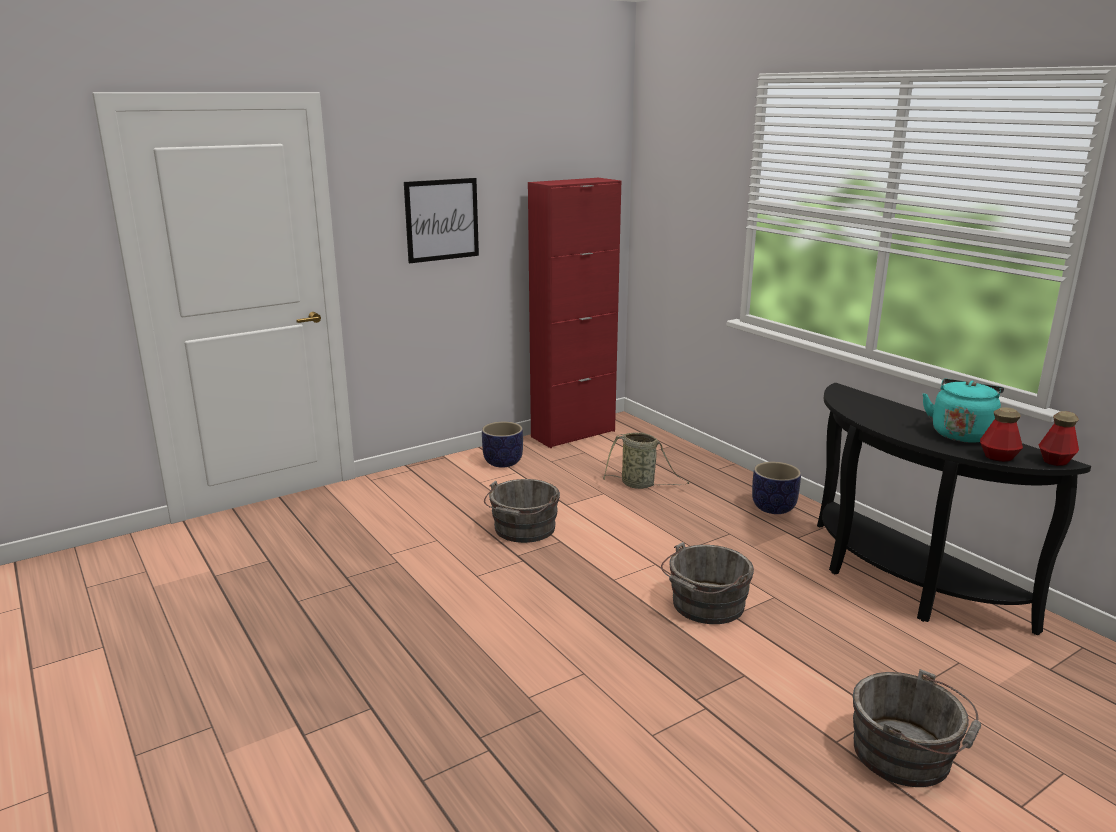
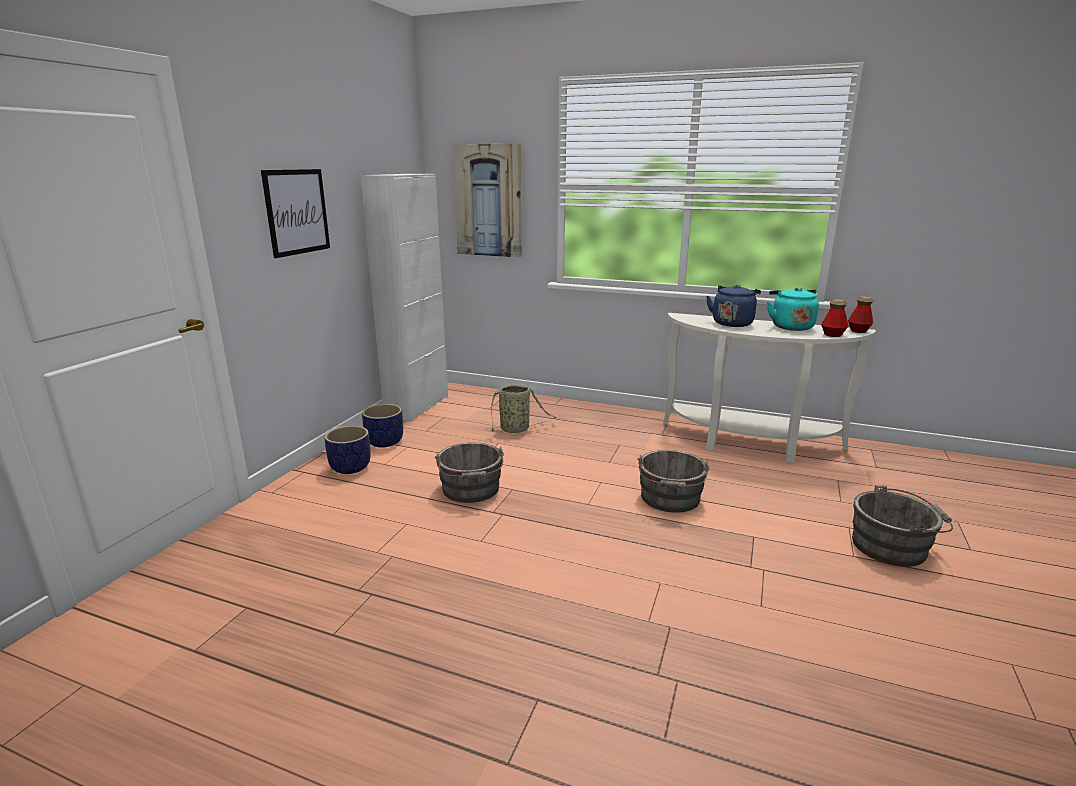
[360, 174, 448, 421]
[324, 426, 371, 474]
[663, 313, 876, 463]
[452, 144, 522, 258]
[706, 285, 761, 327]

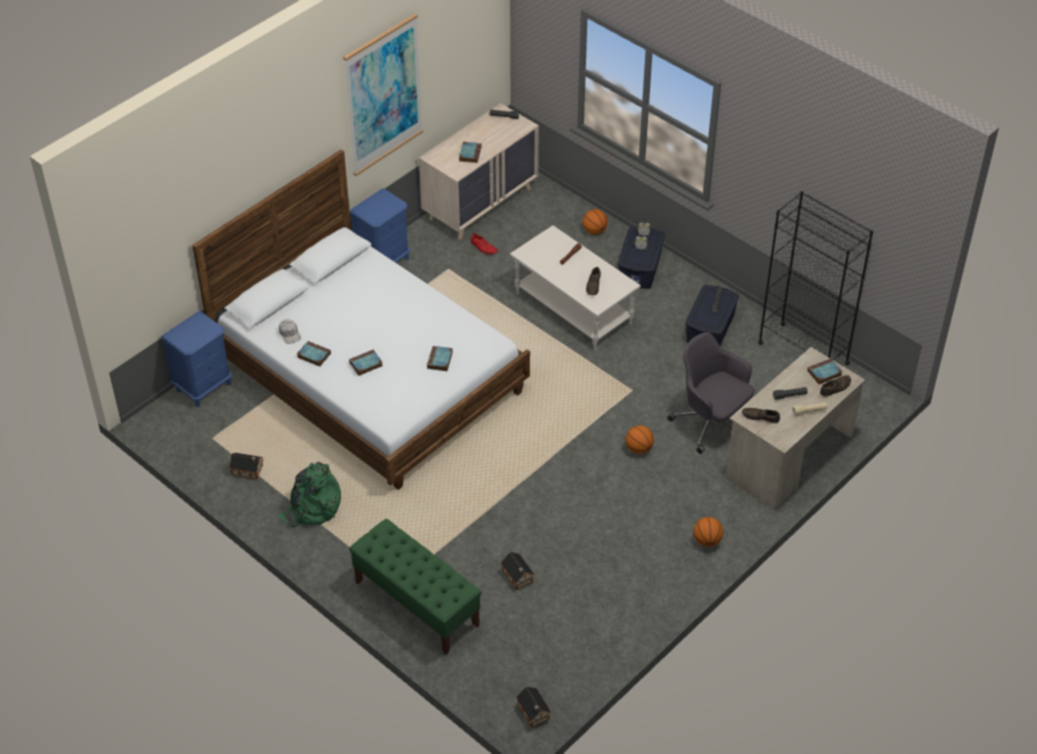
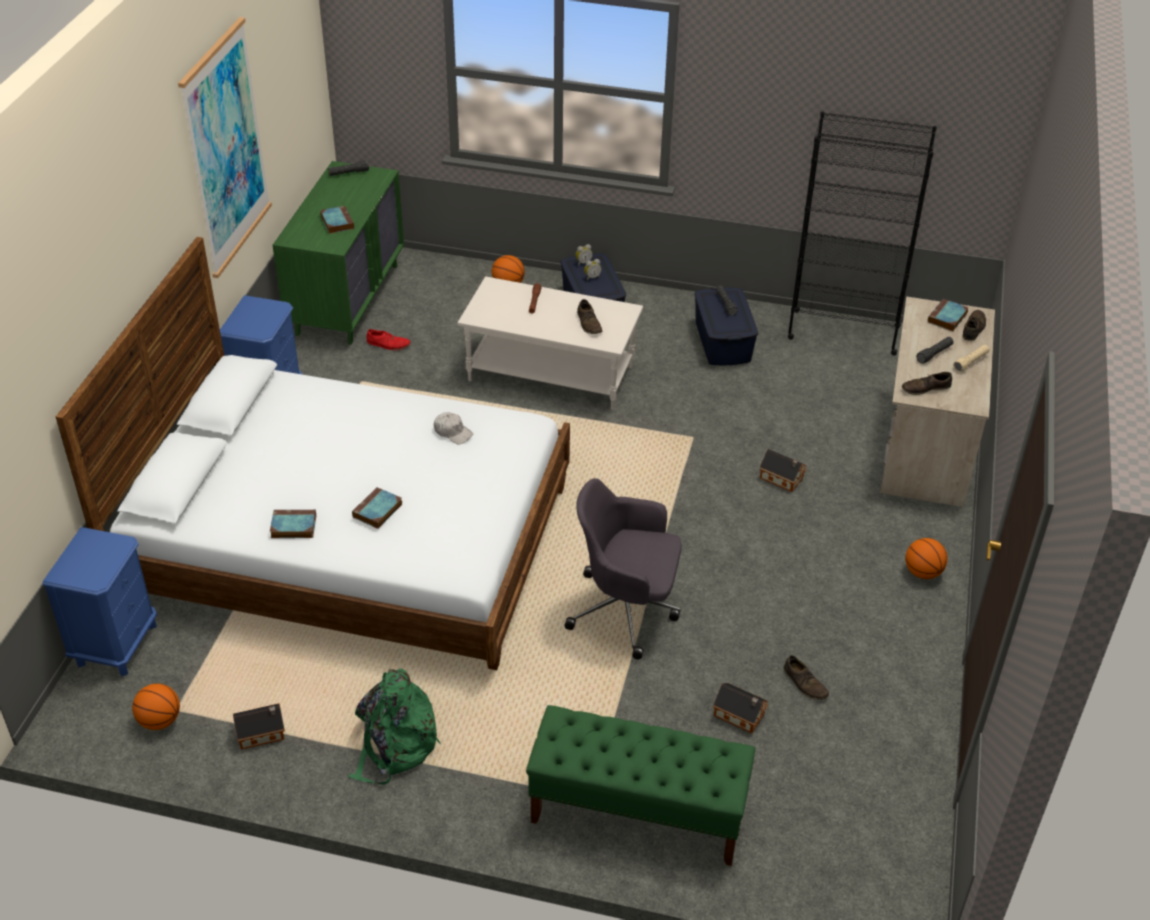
[434, 412, 473, 444]
[272, 161, 404, 345]
[427, 346, 453, 371] (first image)
[760, 449, 806, 492]
[132, 684, 180, 730]
[564, 478, 682, 659]
[783, 655, 829, 700]

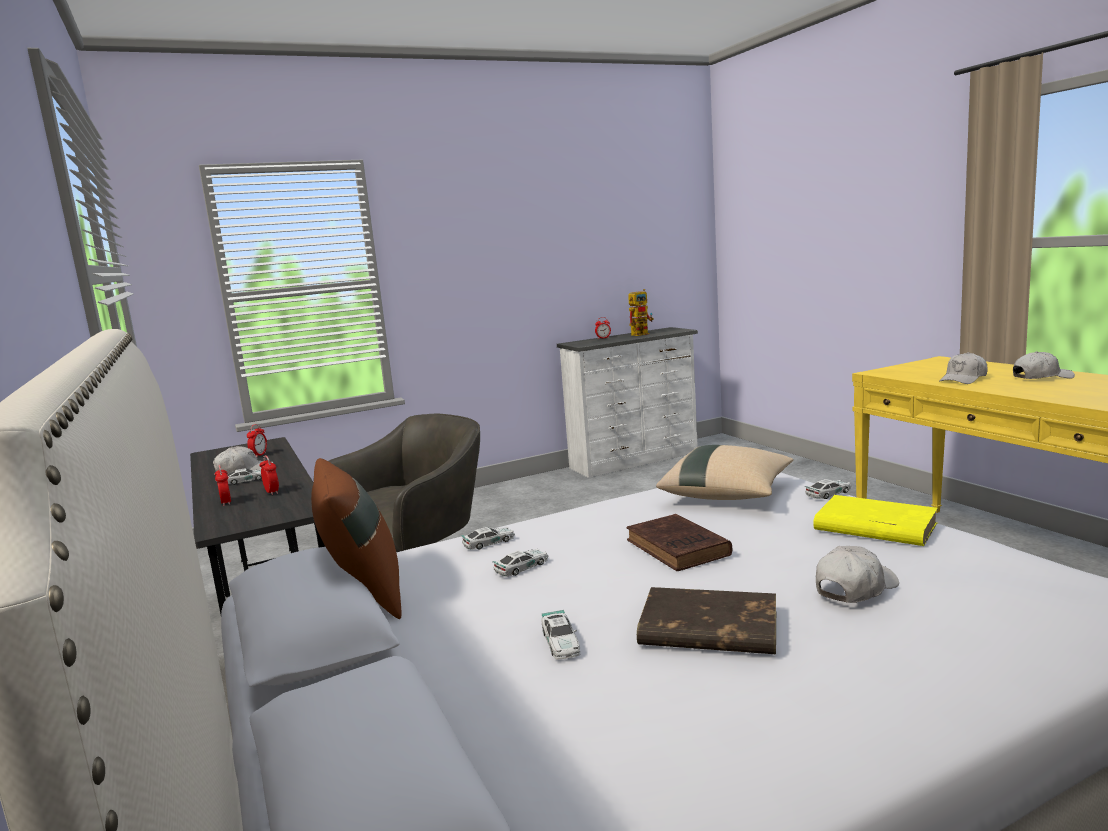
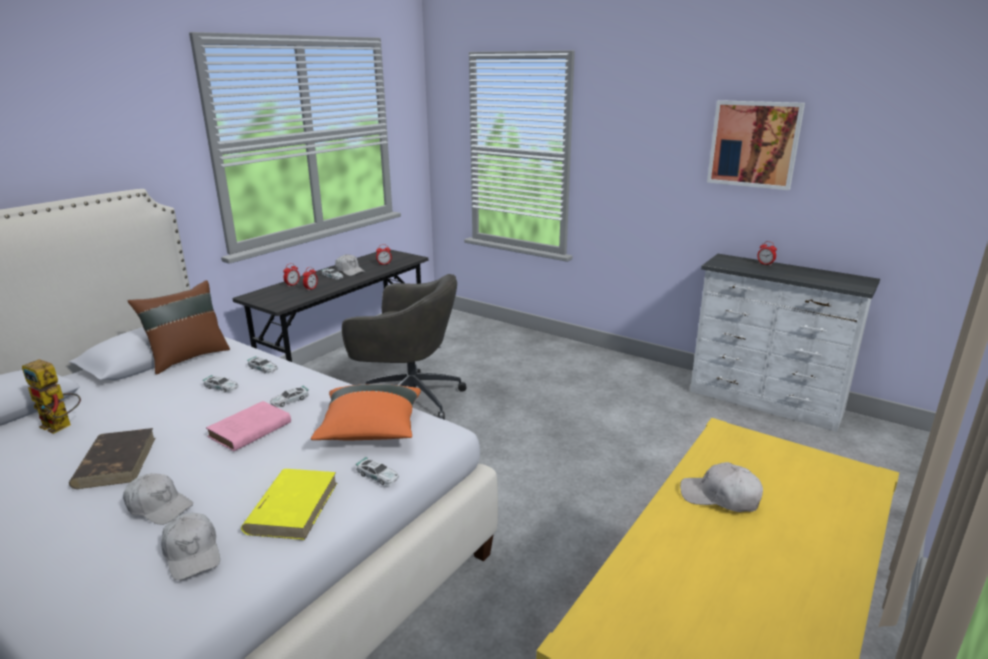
[270, 385, 309, 408]
[206, 401, 291, 451]
[22, 359, 81, 434]
[311, 385, 421, 441]
[161, 513, 220, 580]
[707, 100, 805, 190]

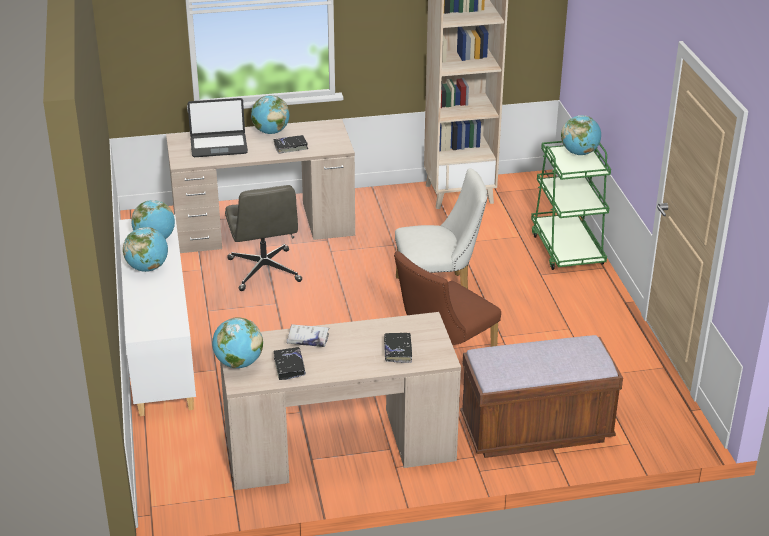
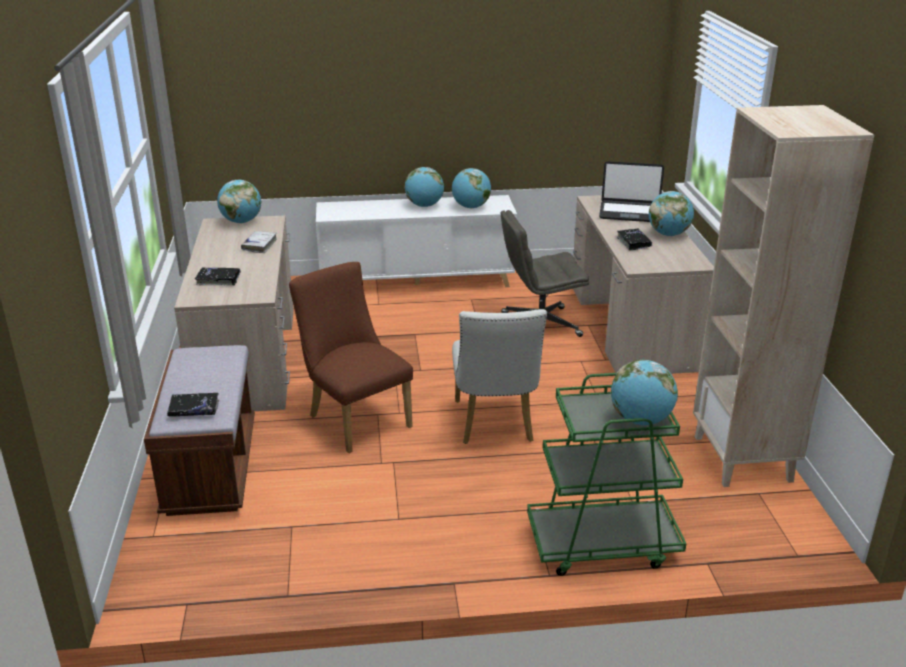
[599, 161, 664, 222]
[167, 393, 219, 416]

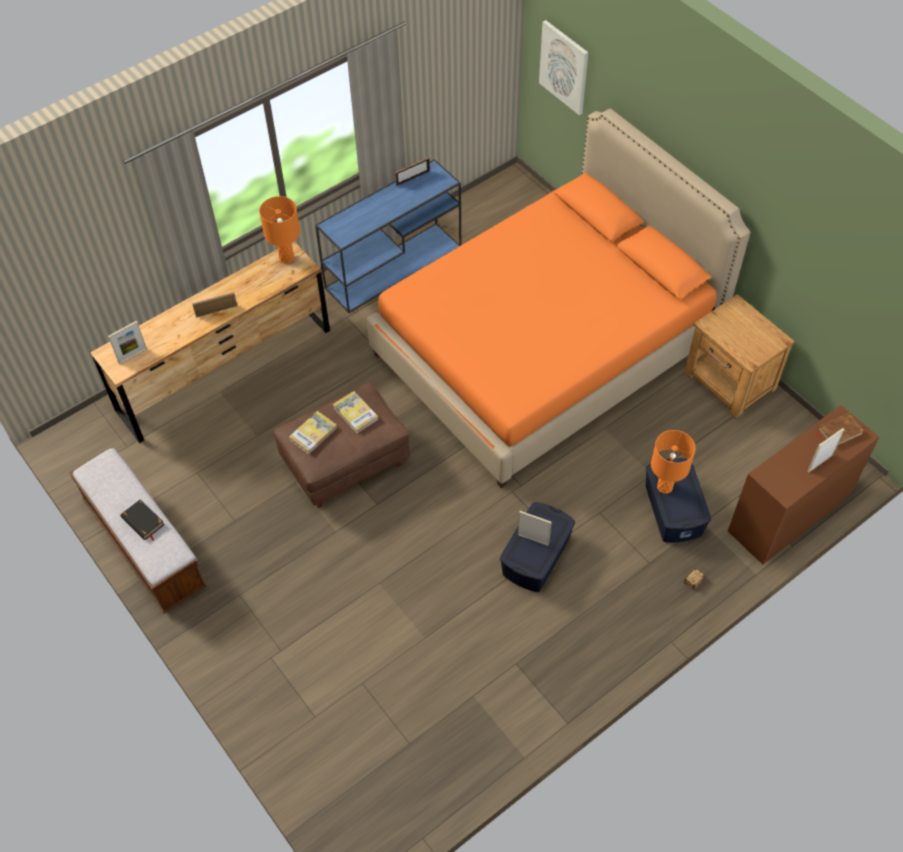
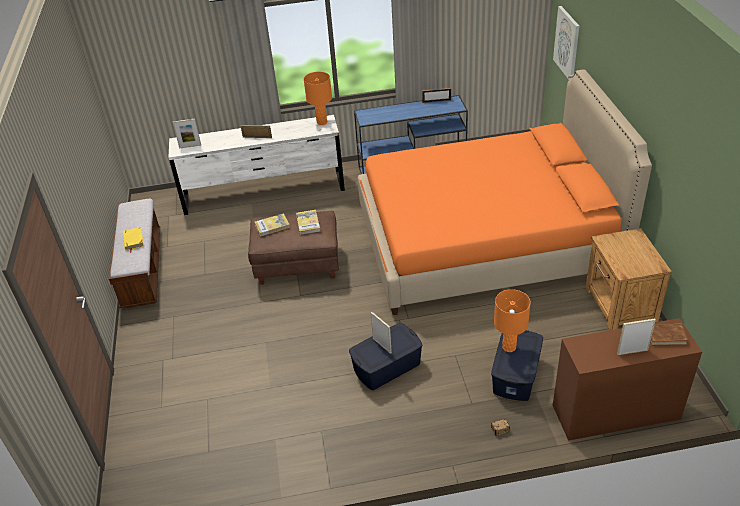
[169, 115, 345, 215]
[123, 227, 144, 253]

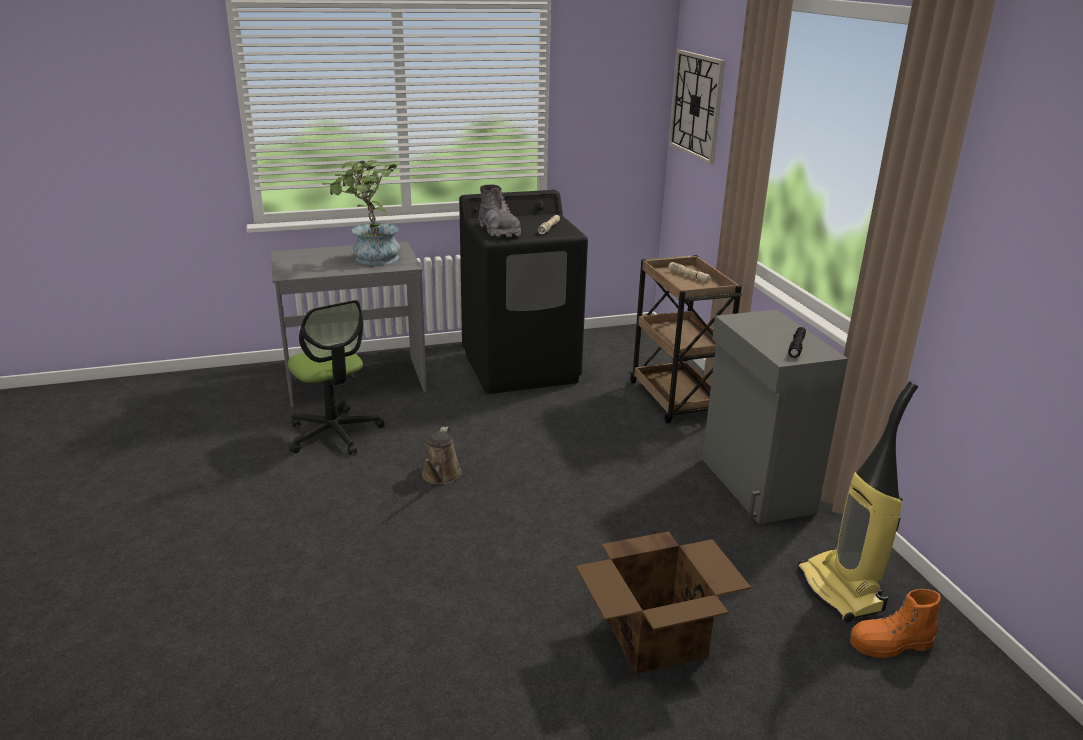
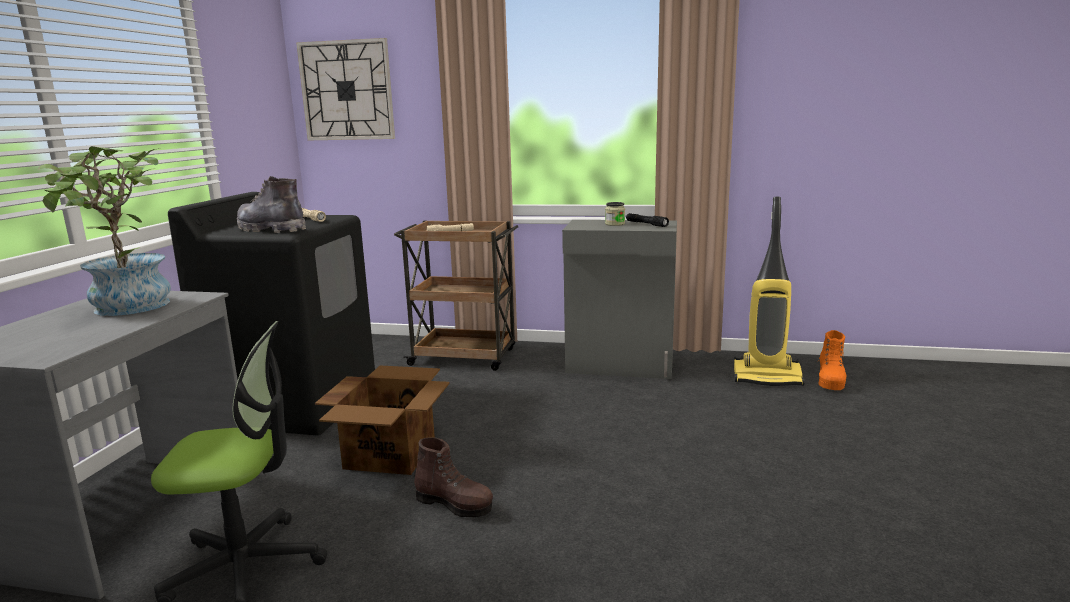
[414, 437, 493, 517]
[237, 176, 306, 233]
[315, 365, 450, 475]
[605, 202, 625, 226]

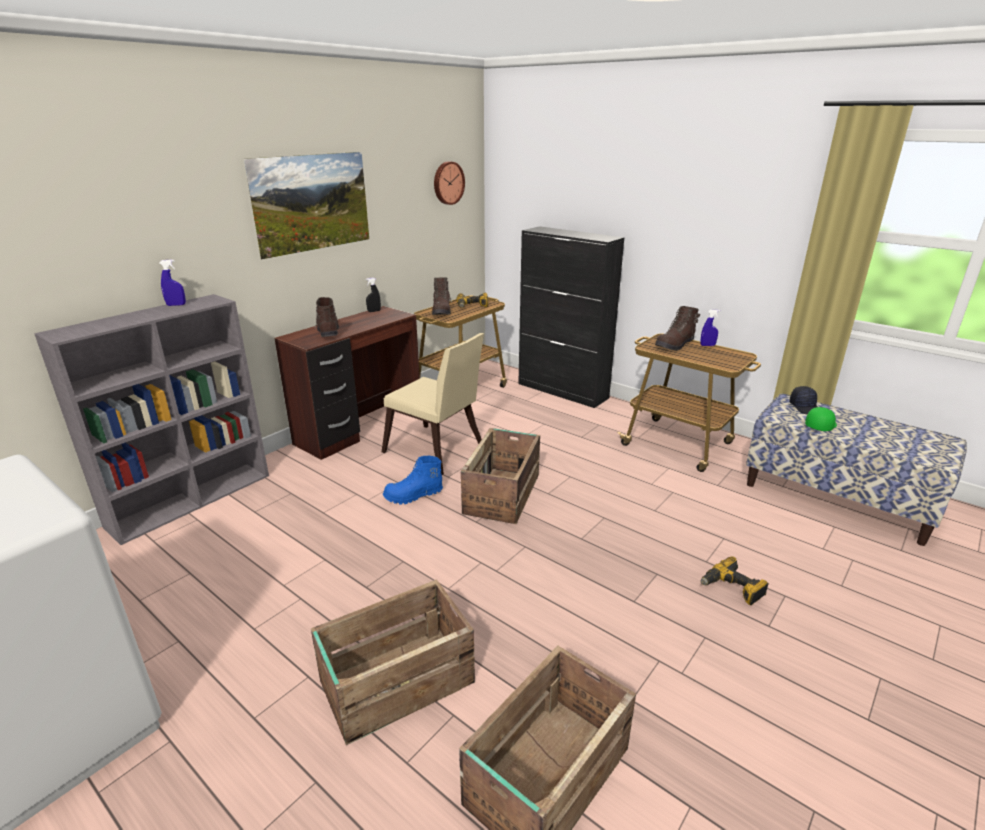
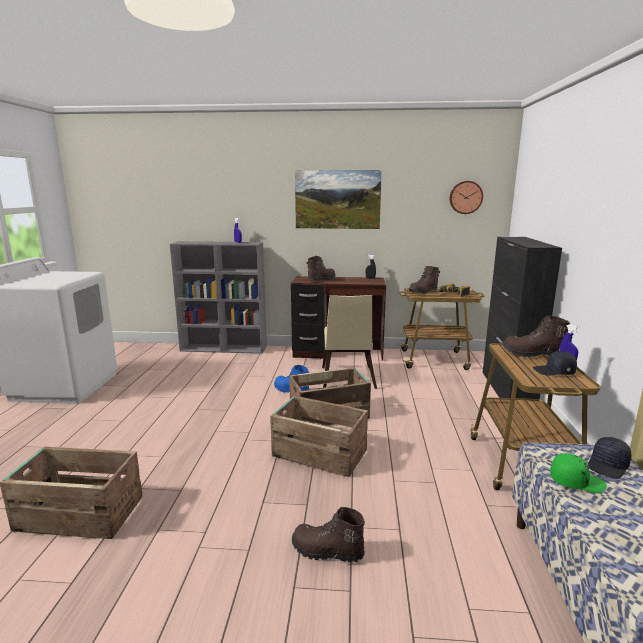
[270, 395, 368, 477]
[292, 507, 365, 562]
[533, 351, 577, 376]

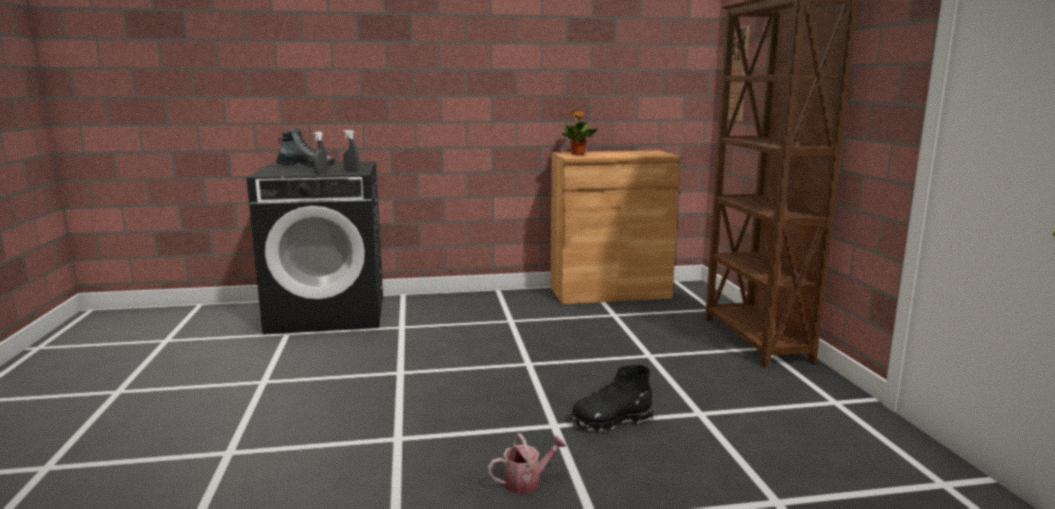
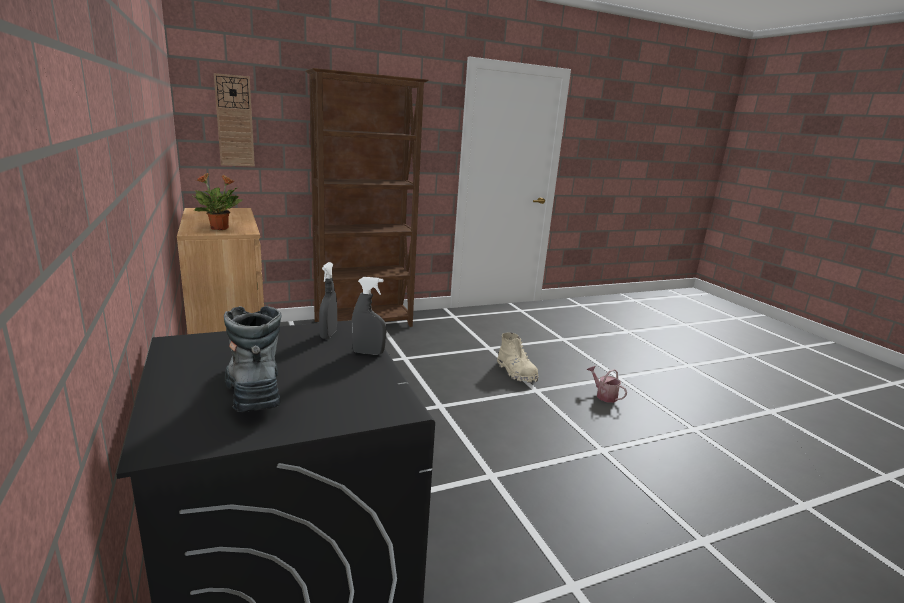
[497, 333, 538, 383]

